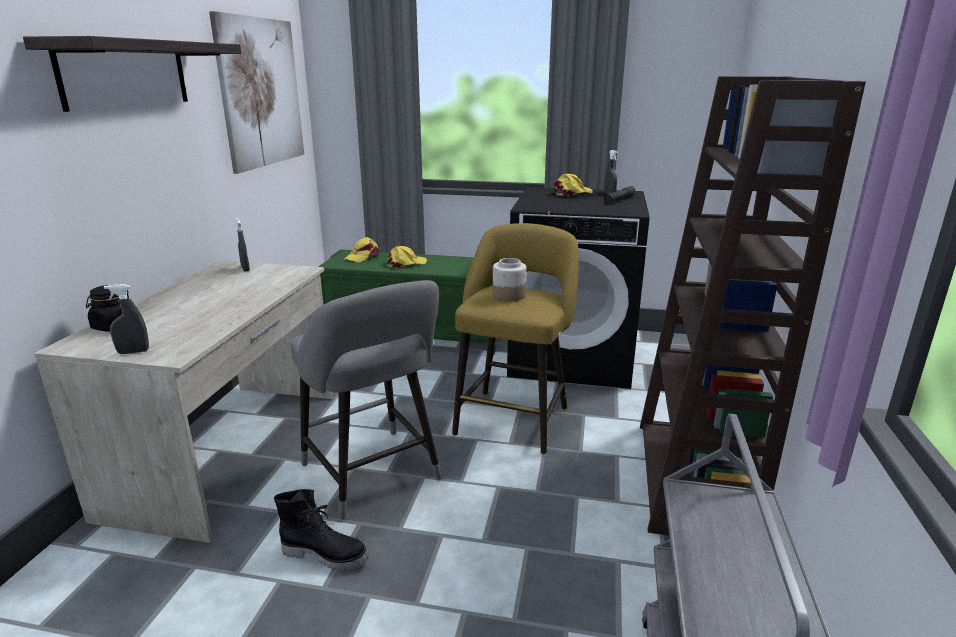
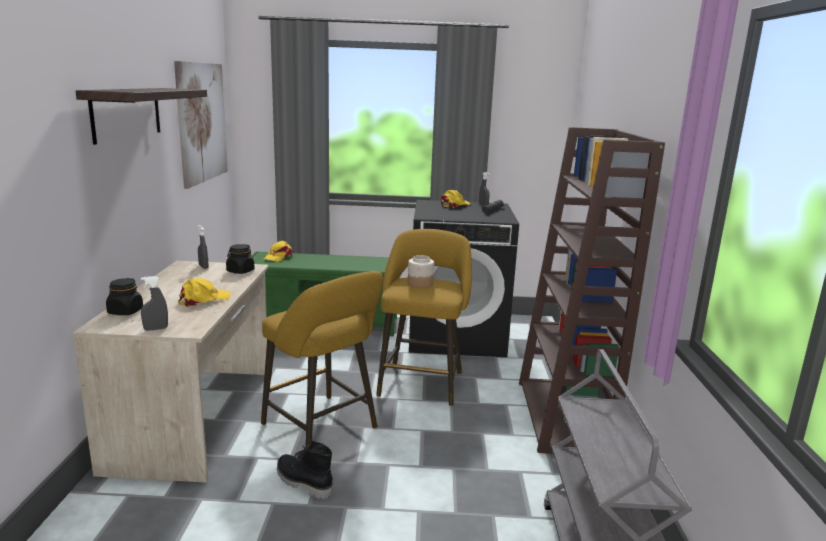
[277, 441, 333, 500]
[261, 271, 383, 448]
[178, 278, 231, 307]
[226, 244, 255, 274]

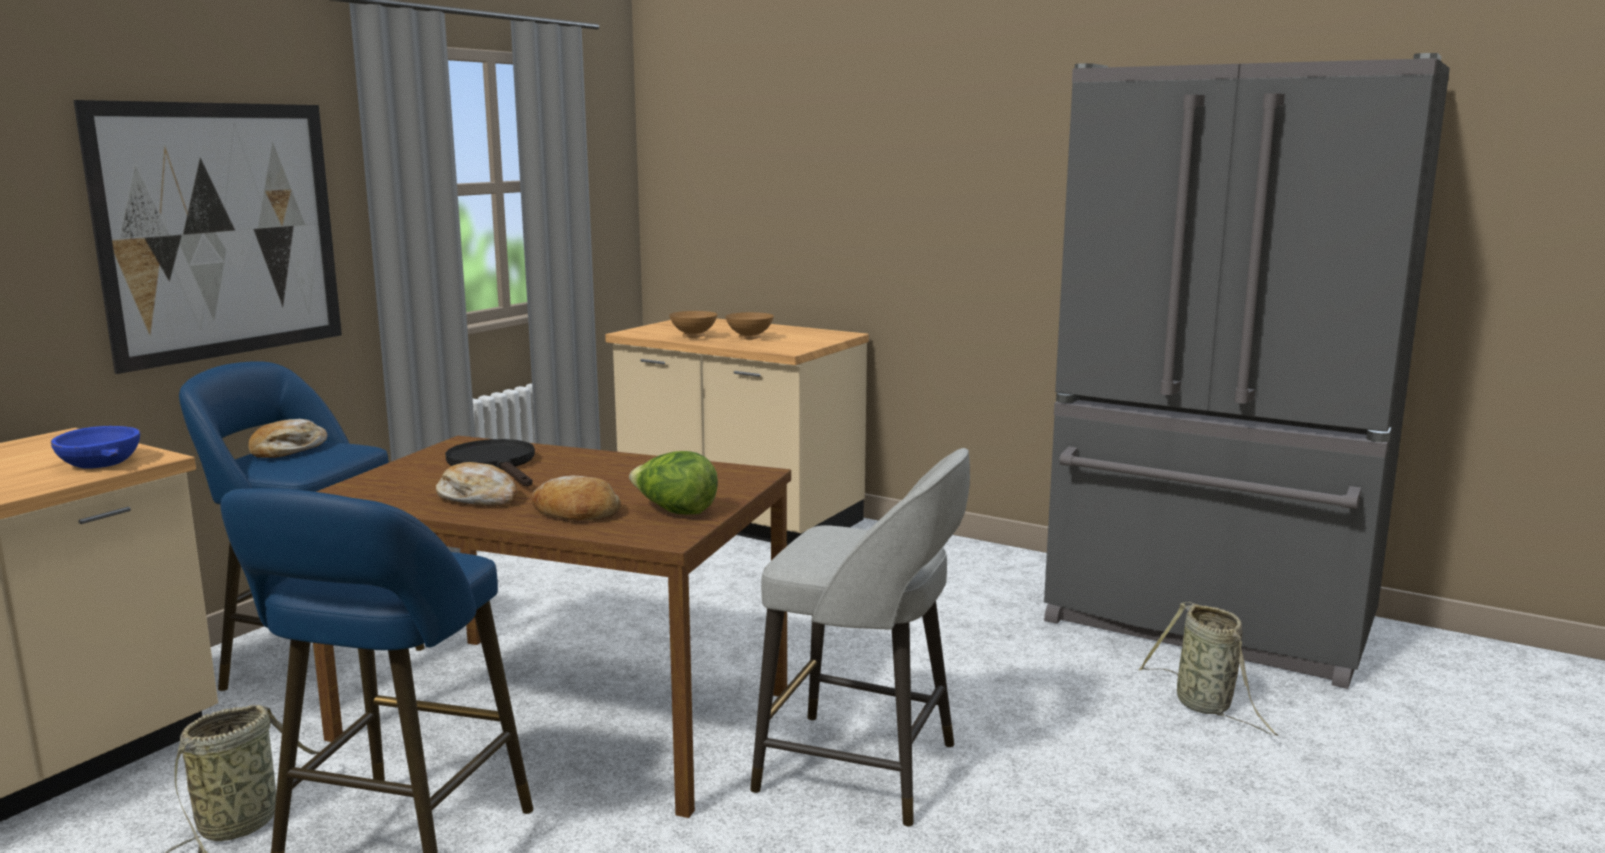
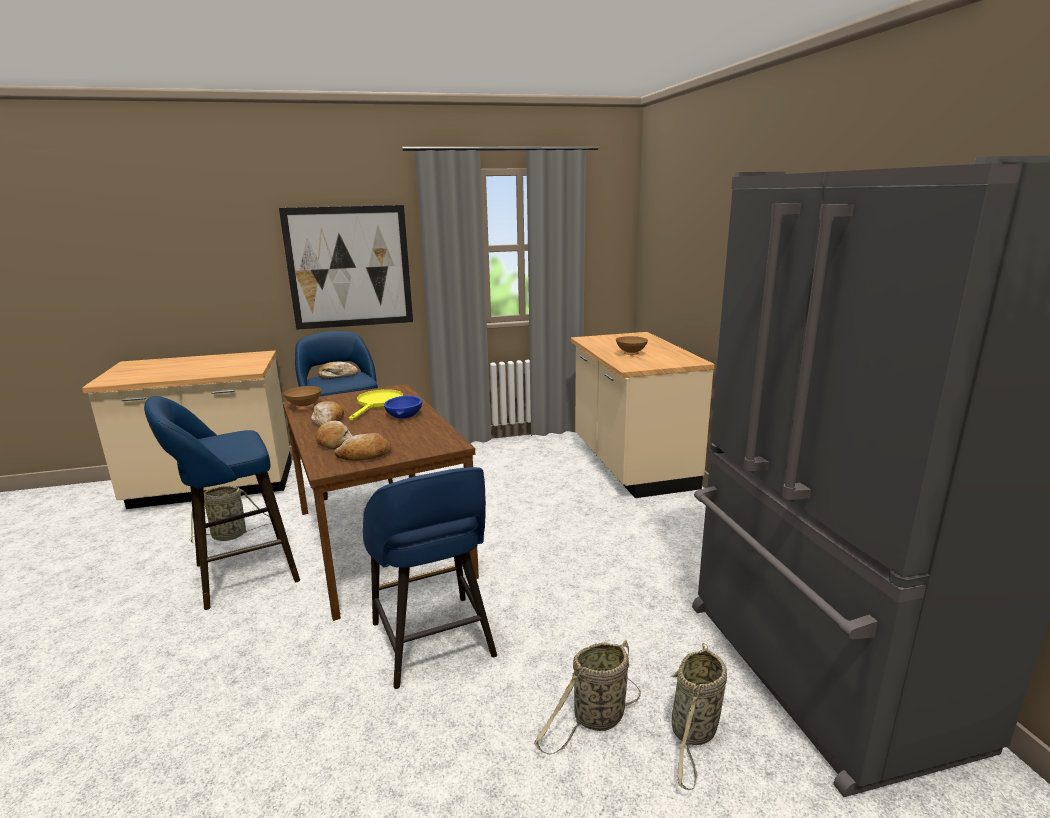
[384, 395, 422, 418]
[349, 389, 403, 421]
[334, 433, 391, 461]
[283, 386, 322, 409]
[363, 467, 497, 689]
[534, 640, 641, 755]

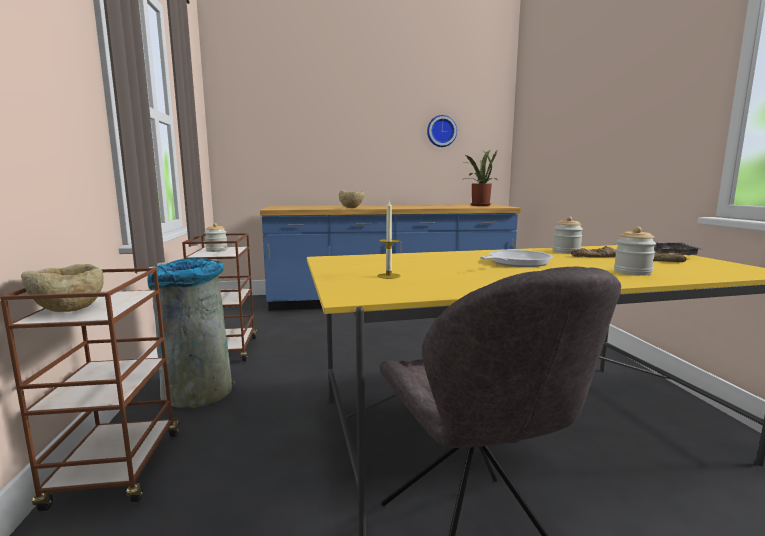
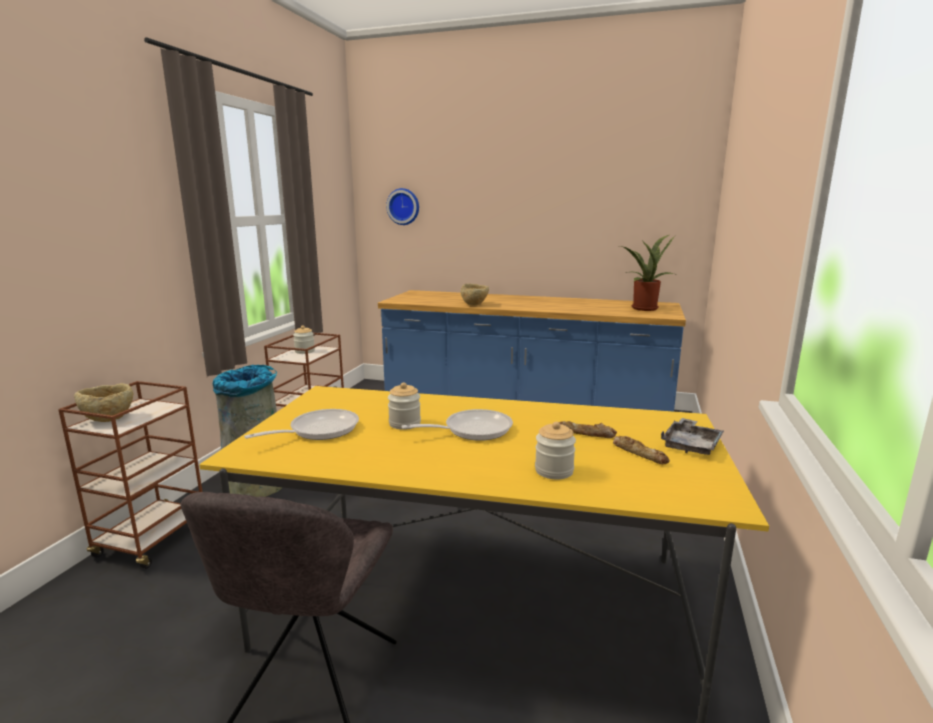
[244, 409, 359, 440]
[386, 188, 419, 225]
[388, 382, 421, 430]

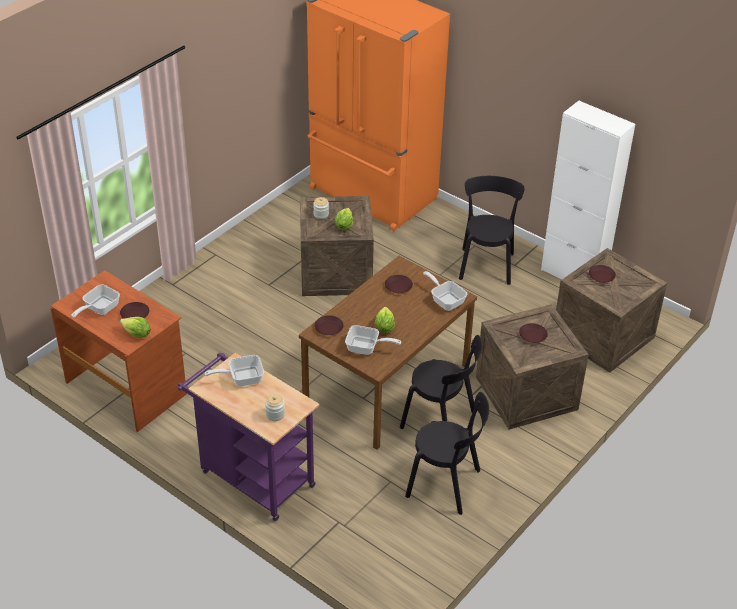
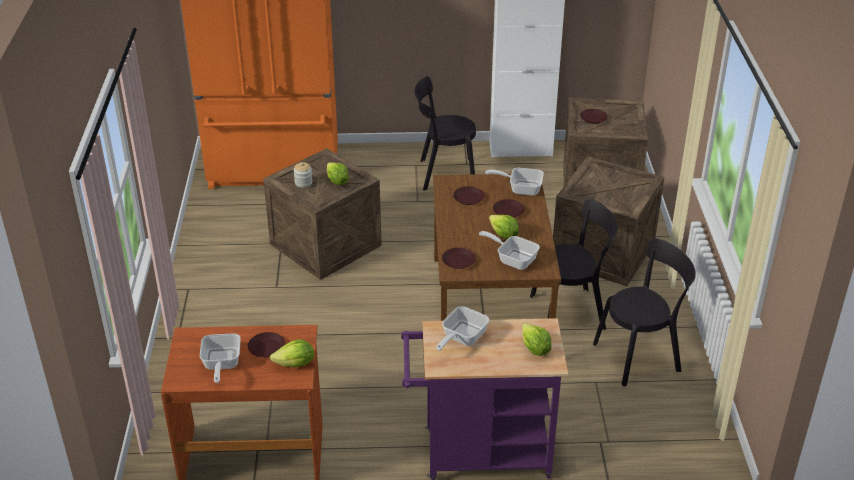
[522, 323, 551, 356]
[479, 231, 540, 270]
[415, 76, 476, 191]
[493, 199, 525, 218]

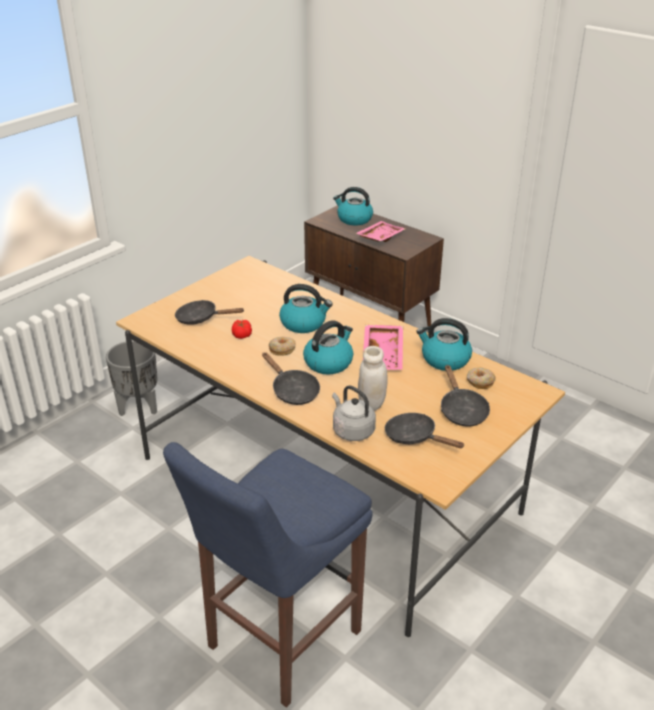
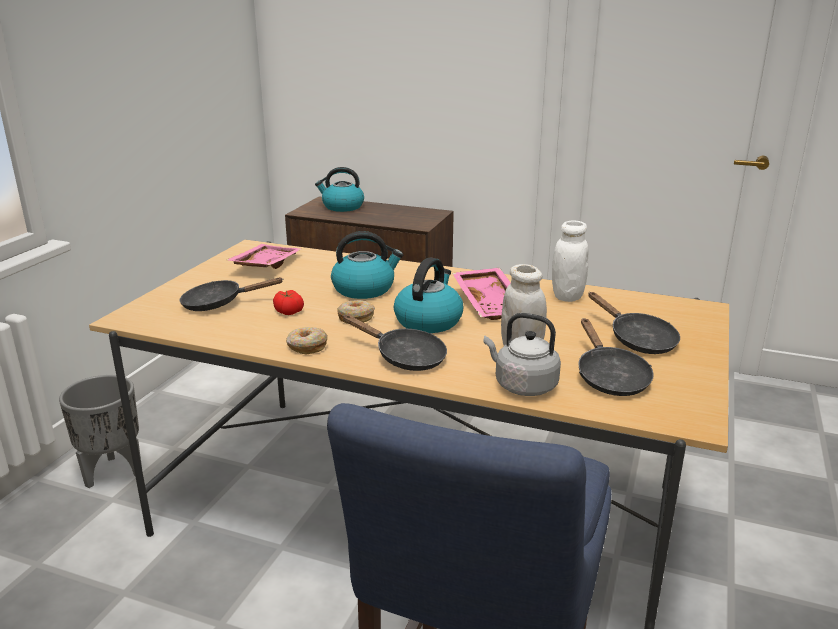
[227, 244, 301, 269]
[578, 318, 654, 396]
[552, 221, 588, 302]
[286, 327, 328, 355]

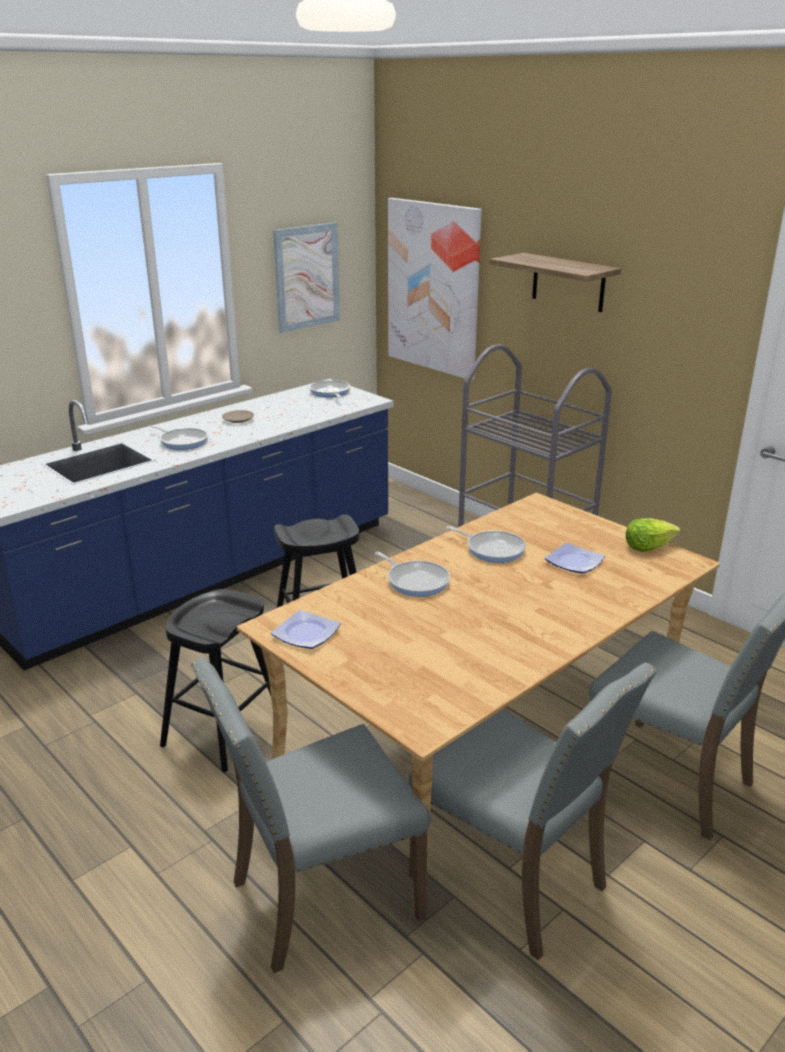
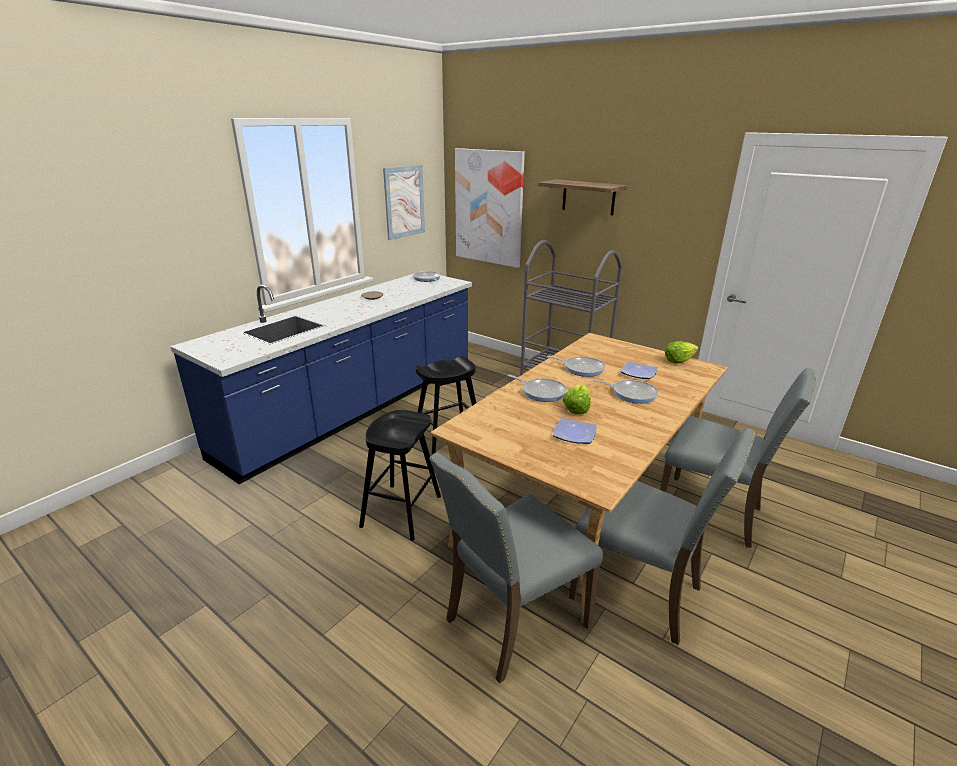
[592, 379, 658, 404]
[553, 418, 597, 444]
[562, 384, 591, 414]

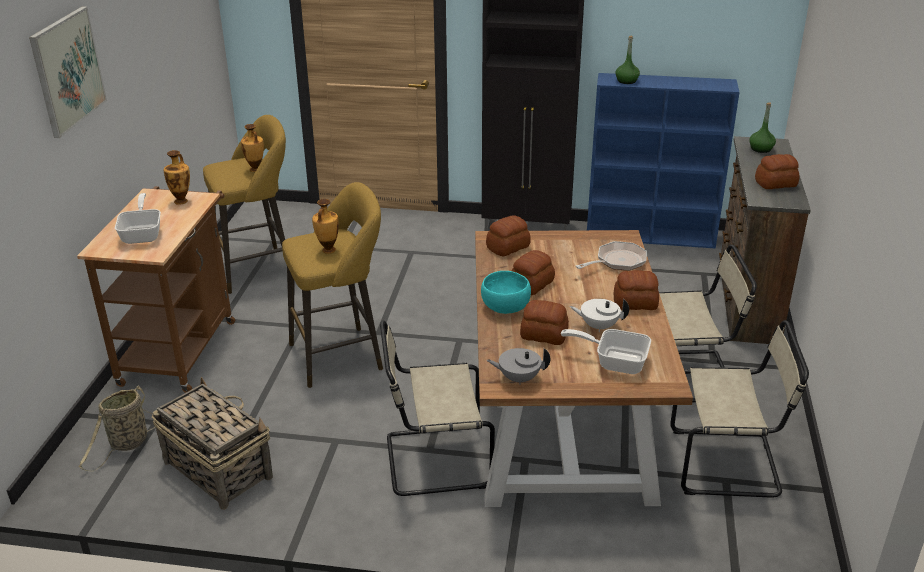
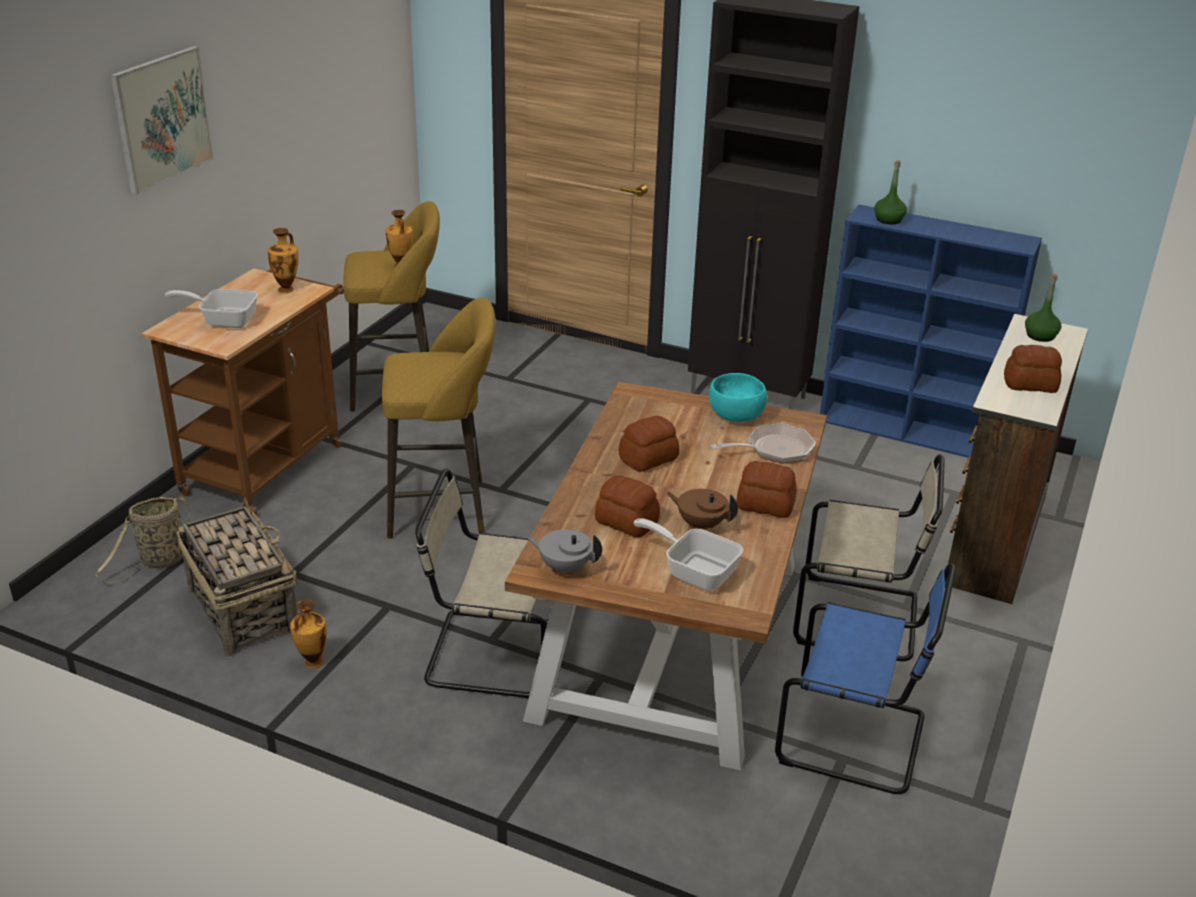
[165, 289, 258, 328]
[290, 599, 327, 668]
[709, 373, 767, 422]
[486, 215, 531, 256] (first image)
[666, 489, 738, 529]
[775, 563, 956, 794]

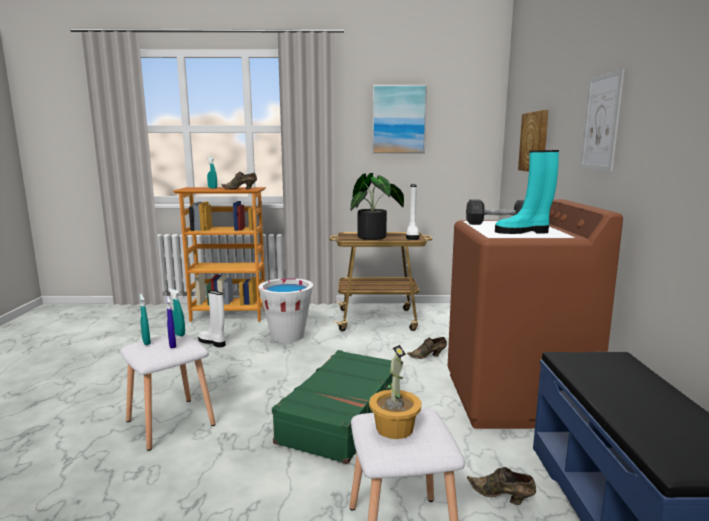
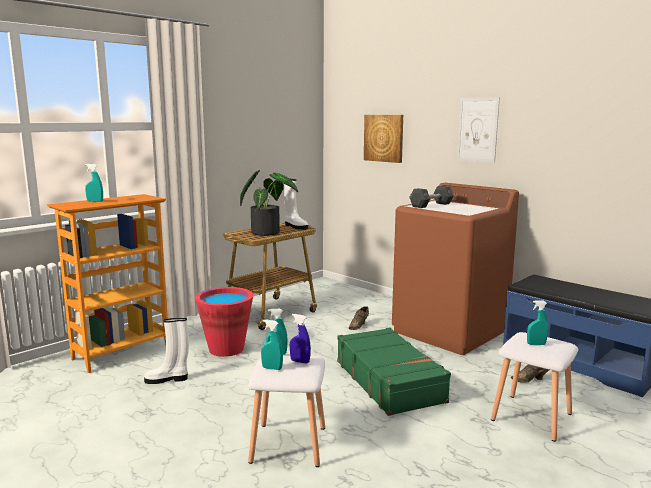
[222, 171, 257, 189] (first image)
[195, 287, 253, 357]
[527, 300, 548, 345]
[372, 85, 427, 154] (first image)
[495, 150, 559, 234] (first image)

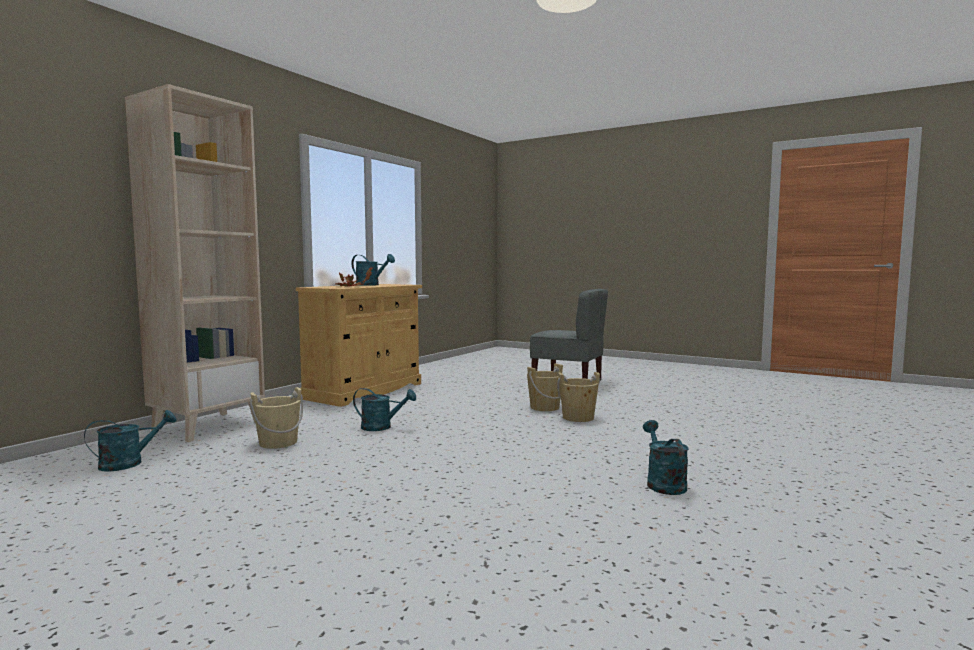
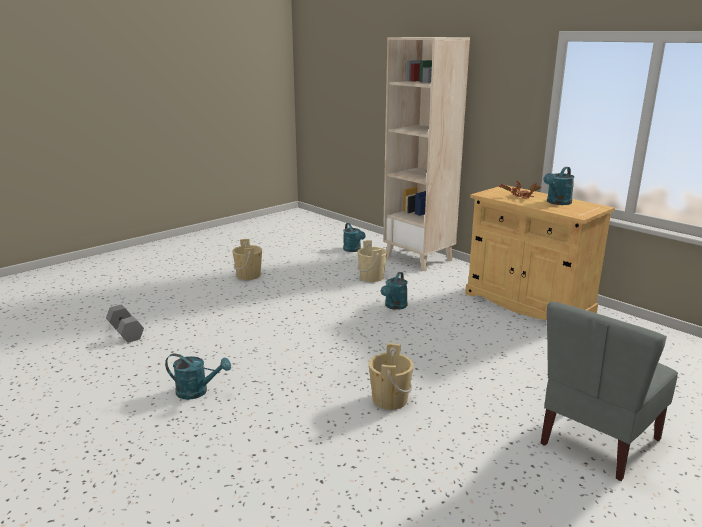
[232, 239, 262, 280]
[106, 304, 144, 343]

